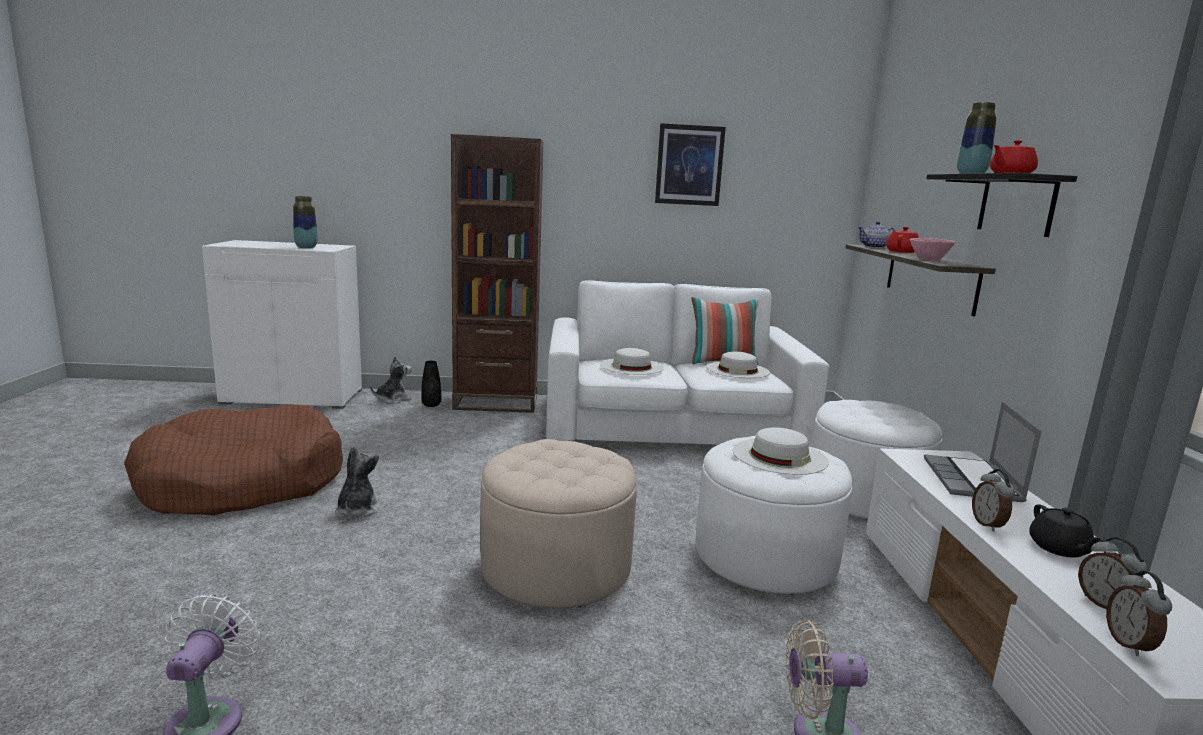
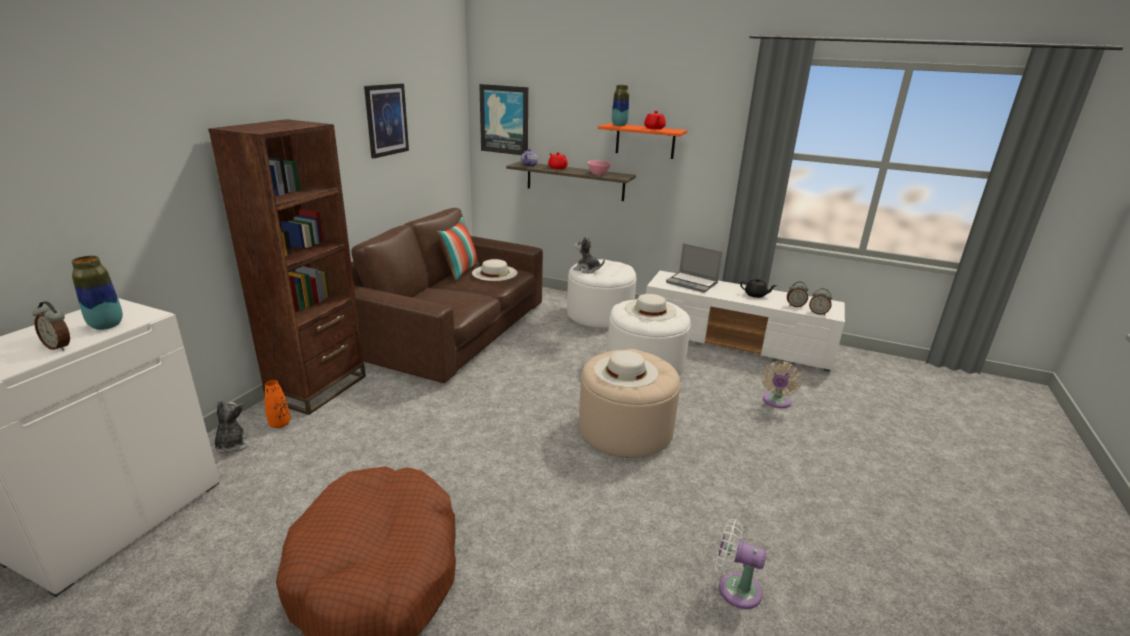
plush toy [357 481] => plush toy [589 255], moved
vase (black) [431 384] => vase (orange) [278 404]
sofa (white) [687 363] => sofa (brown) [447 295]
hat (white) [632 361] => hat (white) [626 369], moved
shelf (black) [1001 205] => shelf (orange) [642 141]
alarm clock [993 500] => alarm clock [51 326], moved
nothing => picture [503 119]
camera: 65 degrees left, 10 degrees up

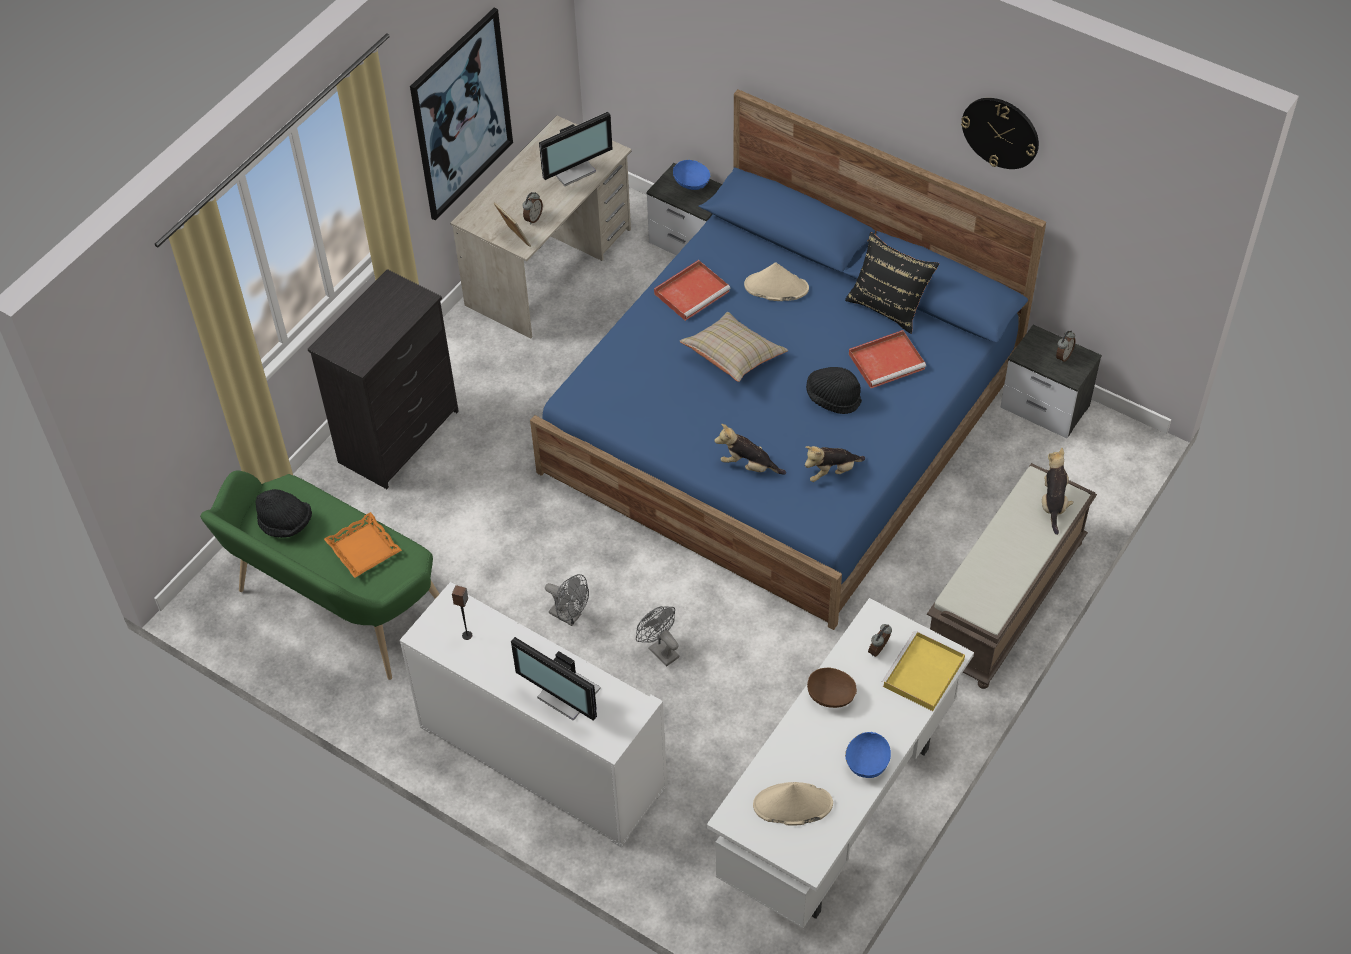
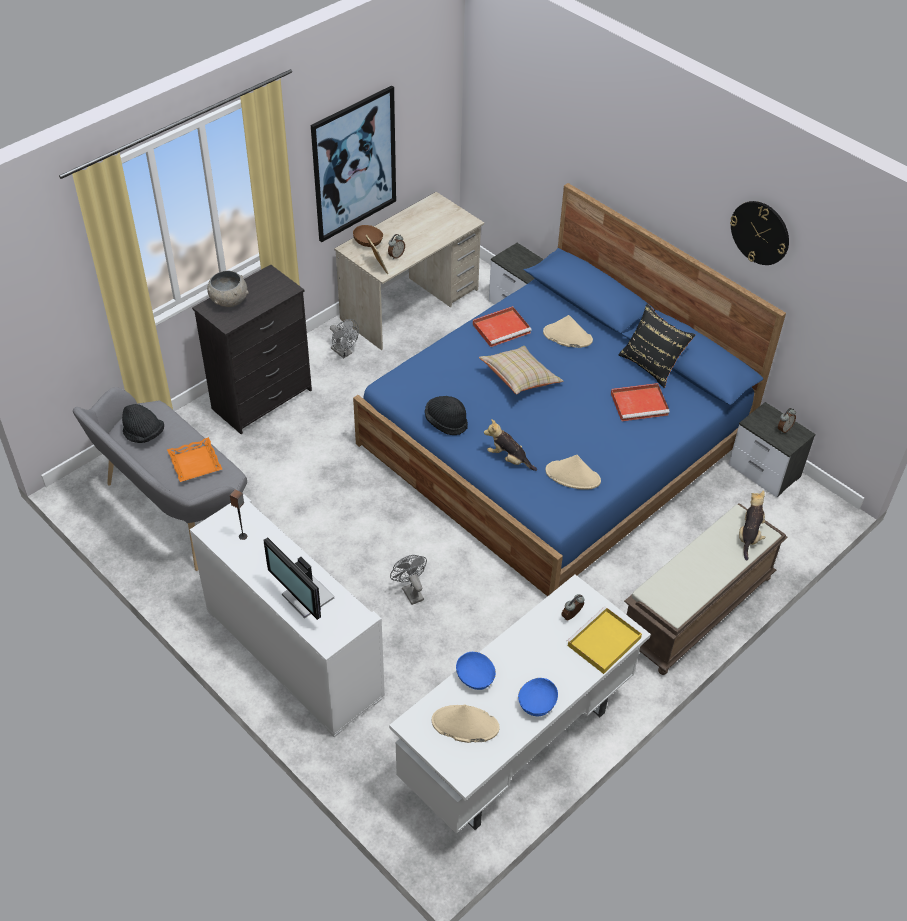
bench (green) [319 575] => bench (grey) [160 479]
monitor [576 149] => nothing
fan (grey) [567 600] => fan (grey) [344 338], moved
bowl (blue) [691 175] => bowl (blue) [476 671], moved
plush toy [835 464] => hat (beige) [573 472]
hat (black) [834 390] => hat (black) [446 415], moved
bowl (brown) [832 687] => bowl (brown) [368 236], moved
nothing => bowl (grey) [228 289]
camera: 10 degrees right, 5 degrees down

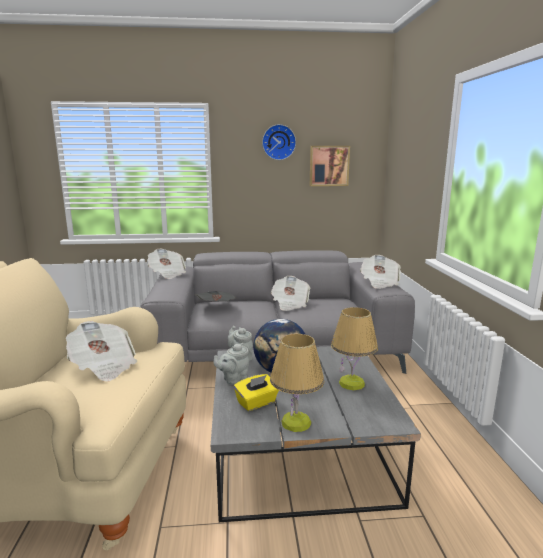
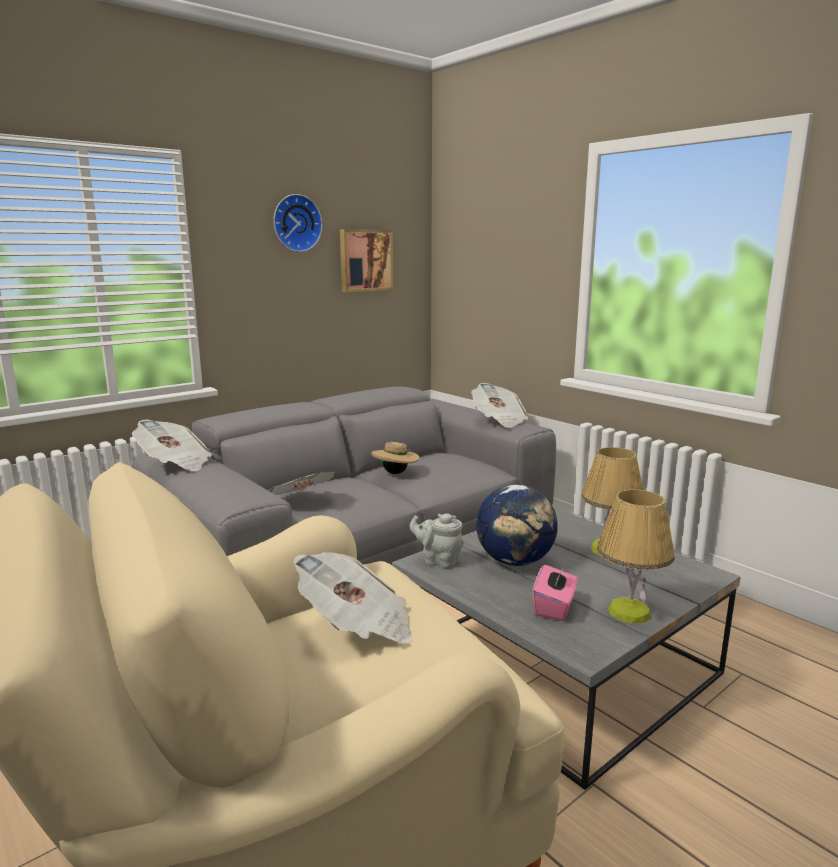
teapot (grey) [231 364] => nothing
tissue box (yellow) [256 392] => tissue box (pink) [555 593]
newspaper [290 293] => hat (beige) [395 458]
camera: 35 degrees left, 0 degrees up

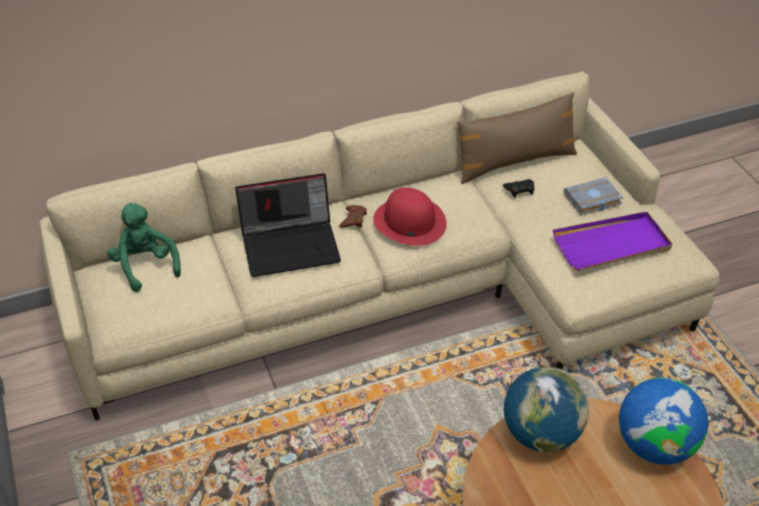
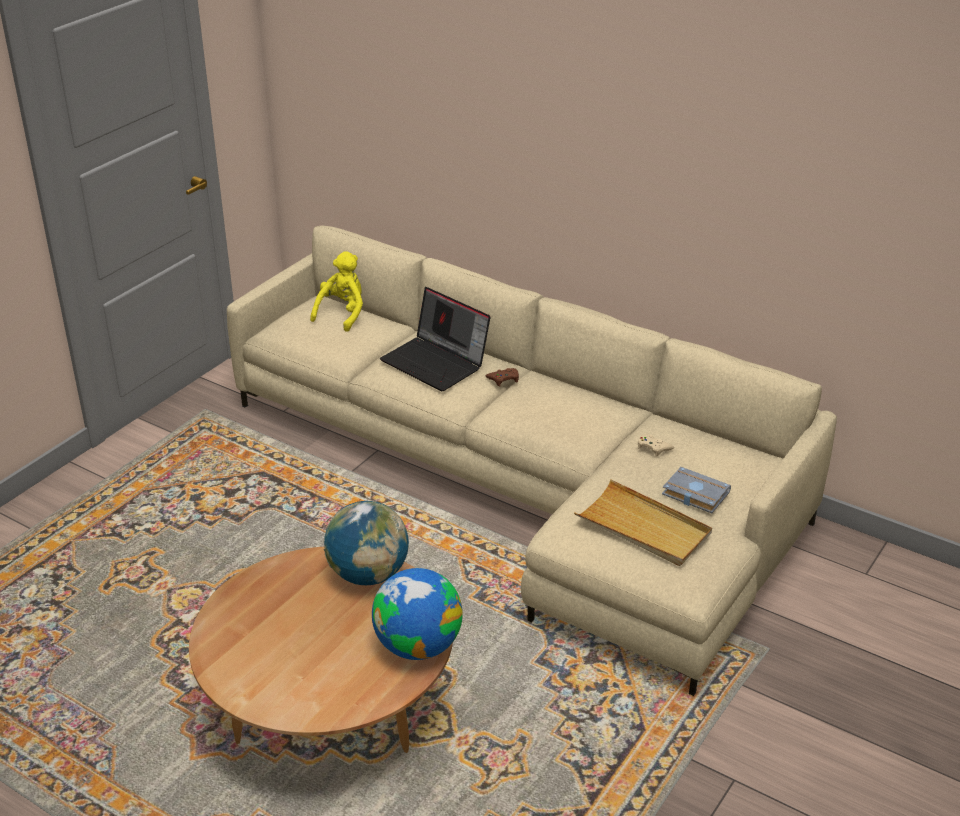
plush toy (green) [144 247] => plush toy (yellow) [336 291]
hat (red) [410 216] => nothing
pillow (brown) [517 138] => nothing
game controller (black) [518 188] => game controller (beige) [656 445]
tray (purple) [612 241] => tray (beige) [643 522]
camera: 55 degrees right, 10 degrees down

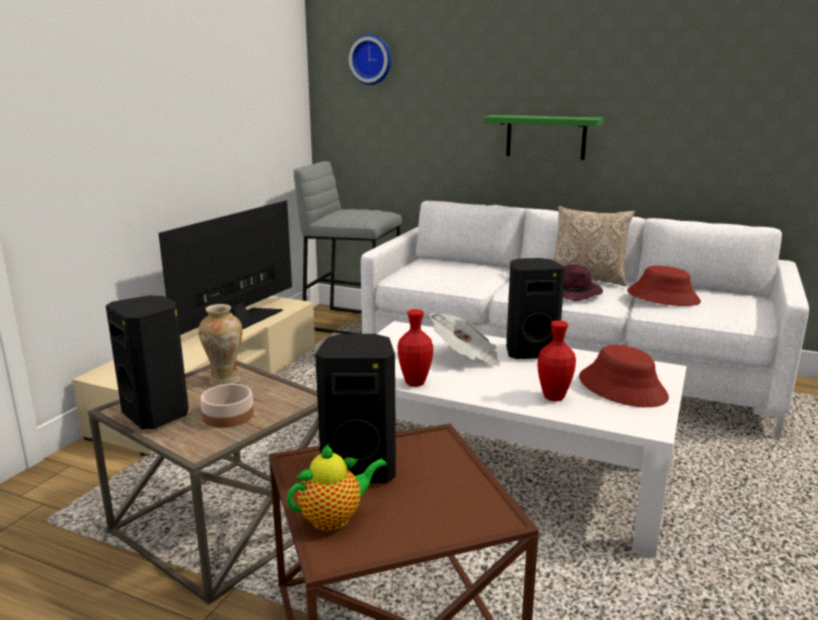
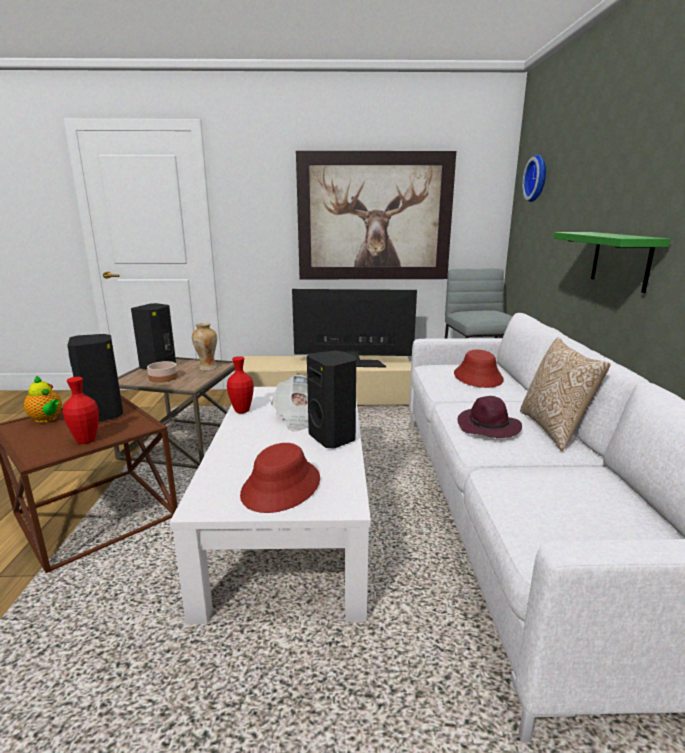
vase (red) [556 360] => vase (red) [81 410], moved
hat (red) [664 286] => hat (red) [479 369], moved
nothing => picture [376 215]
camera: 65 degrees right, 0 degrees up

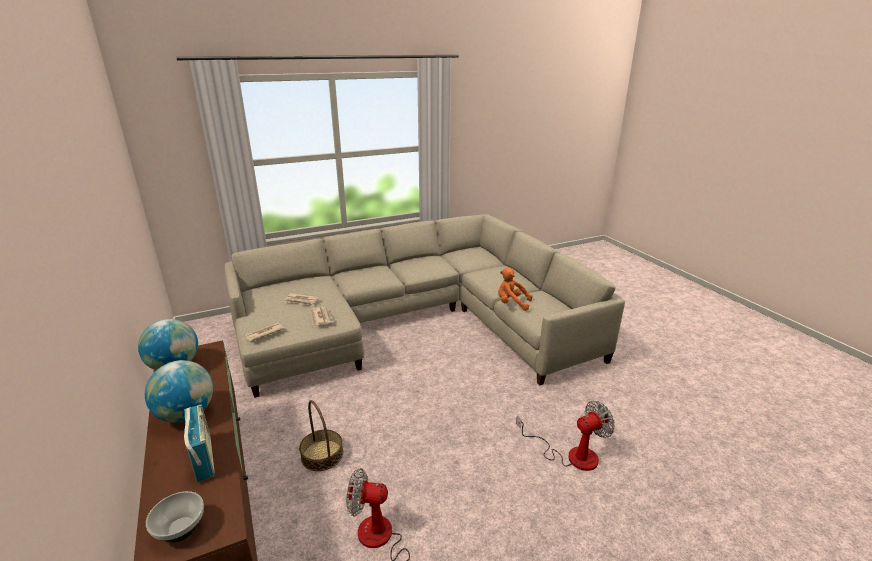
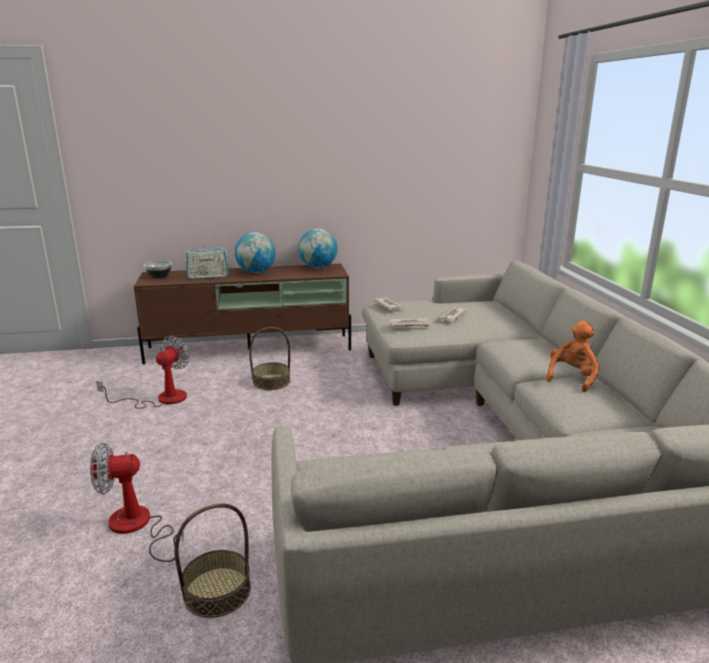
plush toy (orange) [515 289] => plush toy (orange) [572 356], moved
fan [565 436] => fan [137 502], 90 degrees clockwise
nothing => basket [212 560]
camera: 105 degrees right, 5 degrees down

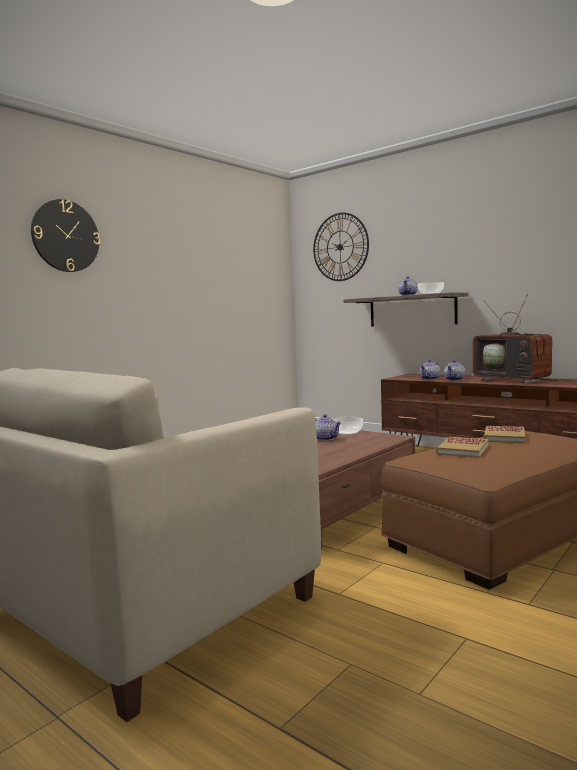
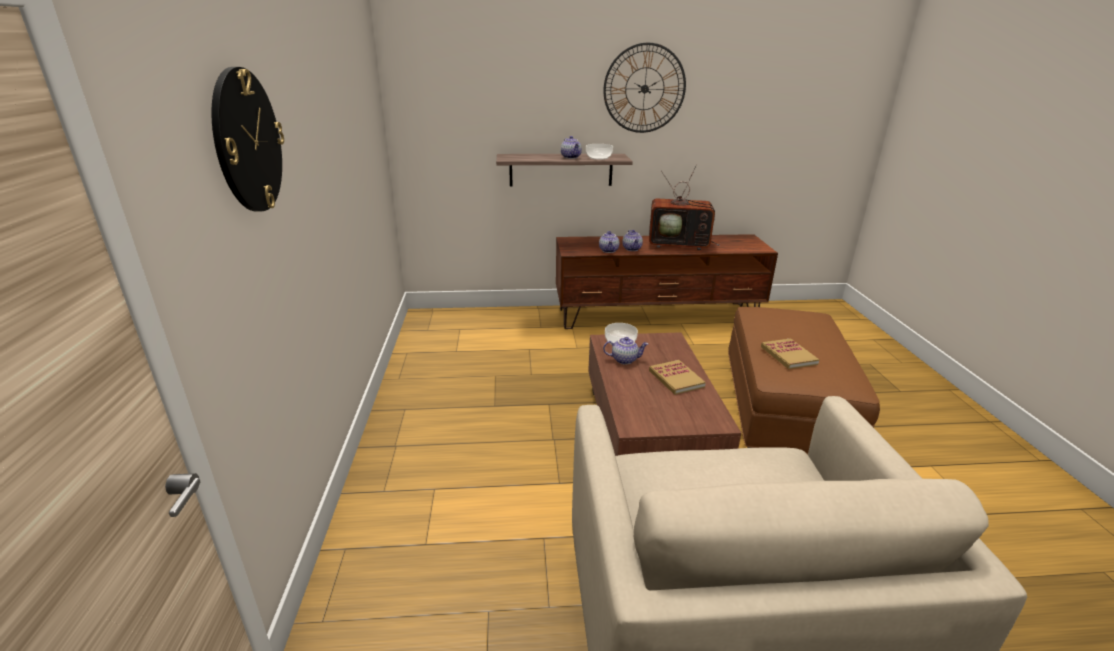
wall clock [341 246] => wall clock [645 88], moved
book [504 434] => book [677 377], moved
camera: 45 degrees left, 20 degrees up

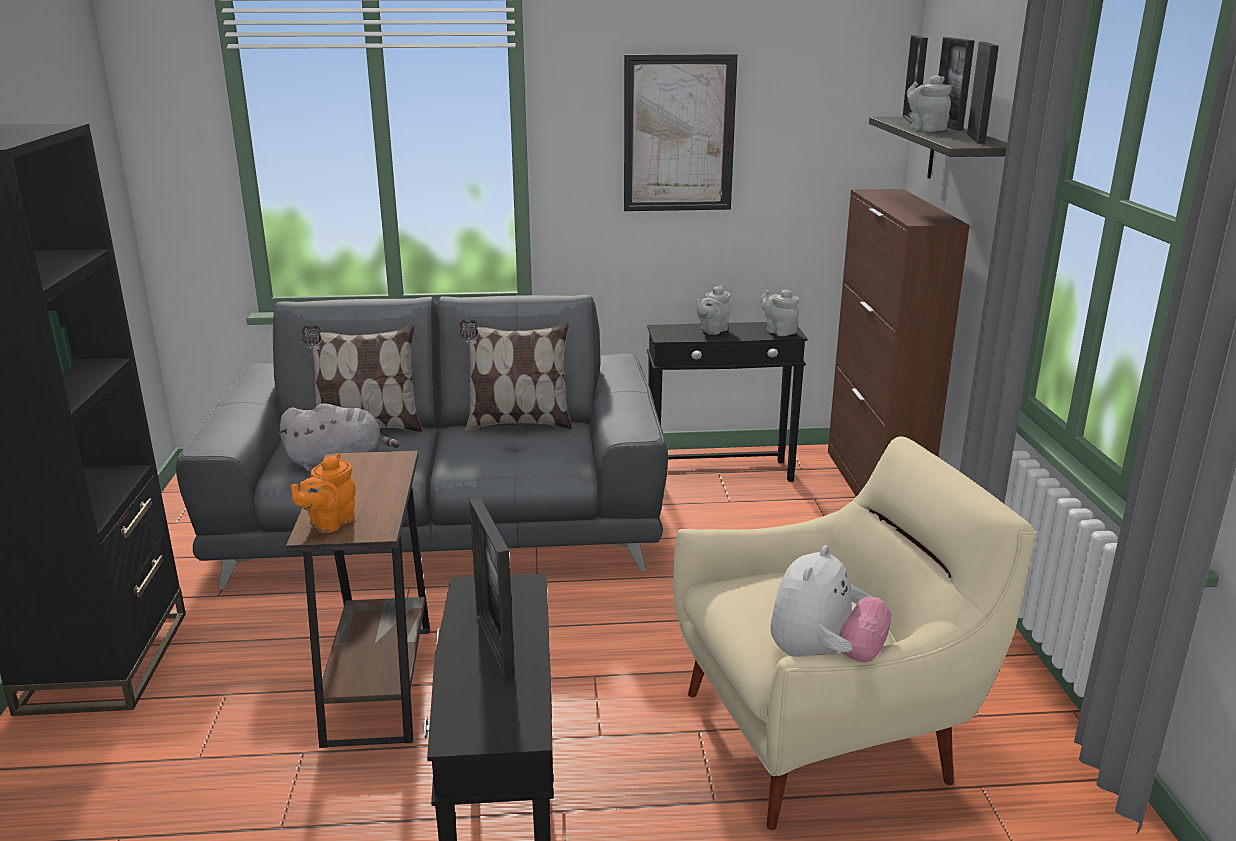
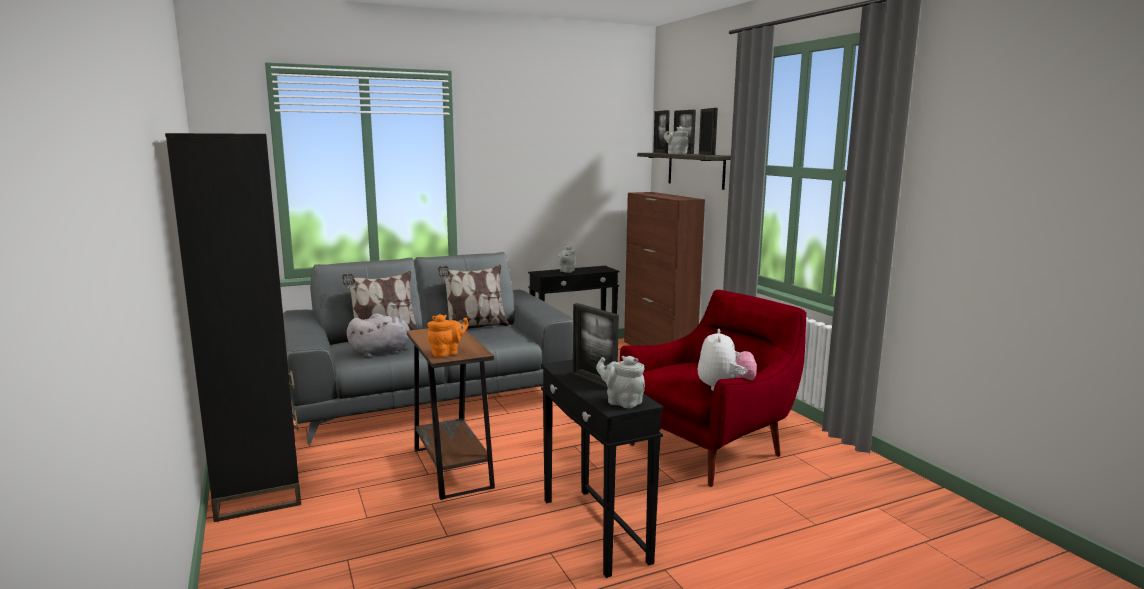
teapot (orange) [323 493] => teapot (orange) [447 335], 135 degrees counterclockwise
picture [681 132] => nothing
armchair (beige) [855 633] => armchair (red) [713 388]
teapot (grey) [780 312] => teapot (grey) [620 382], moved
camera: 20 degrees left, 10 degrees down

